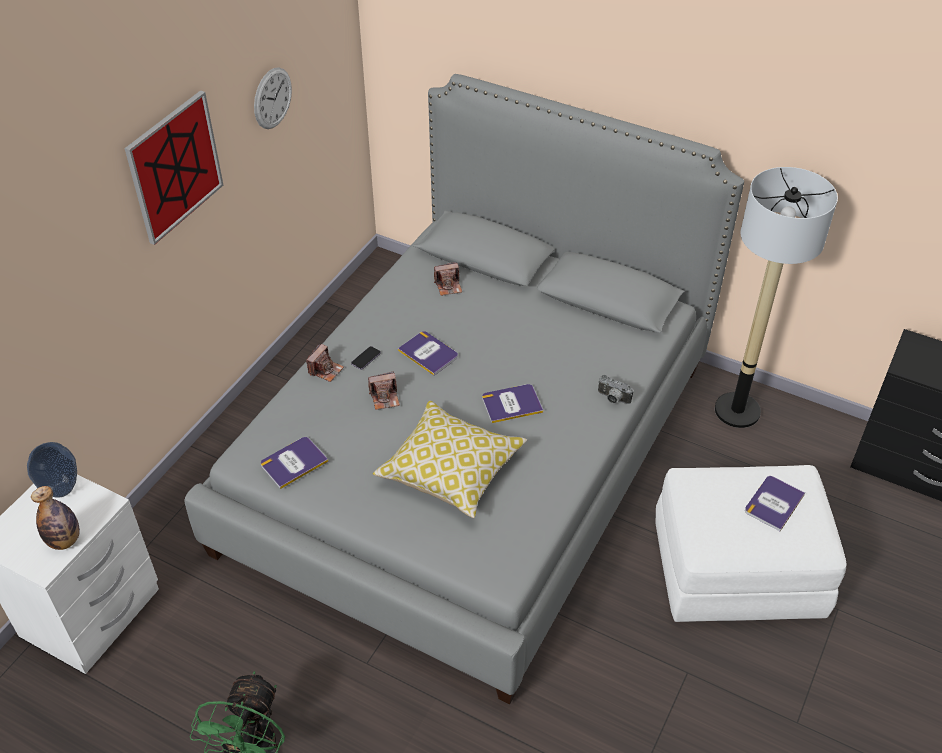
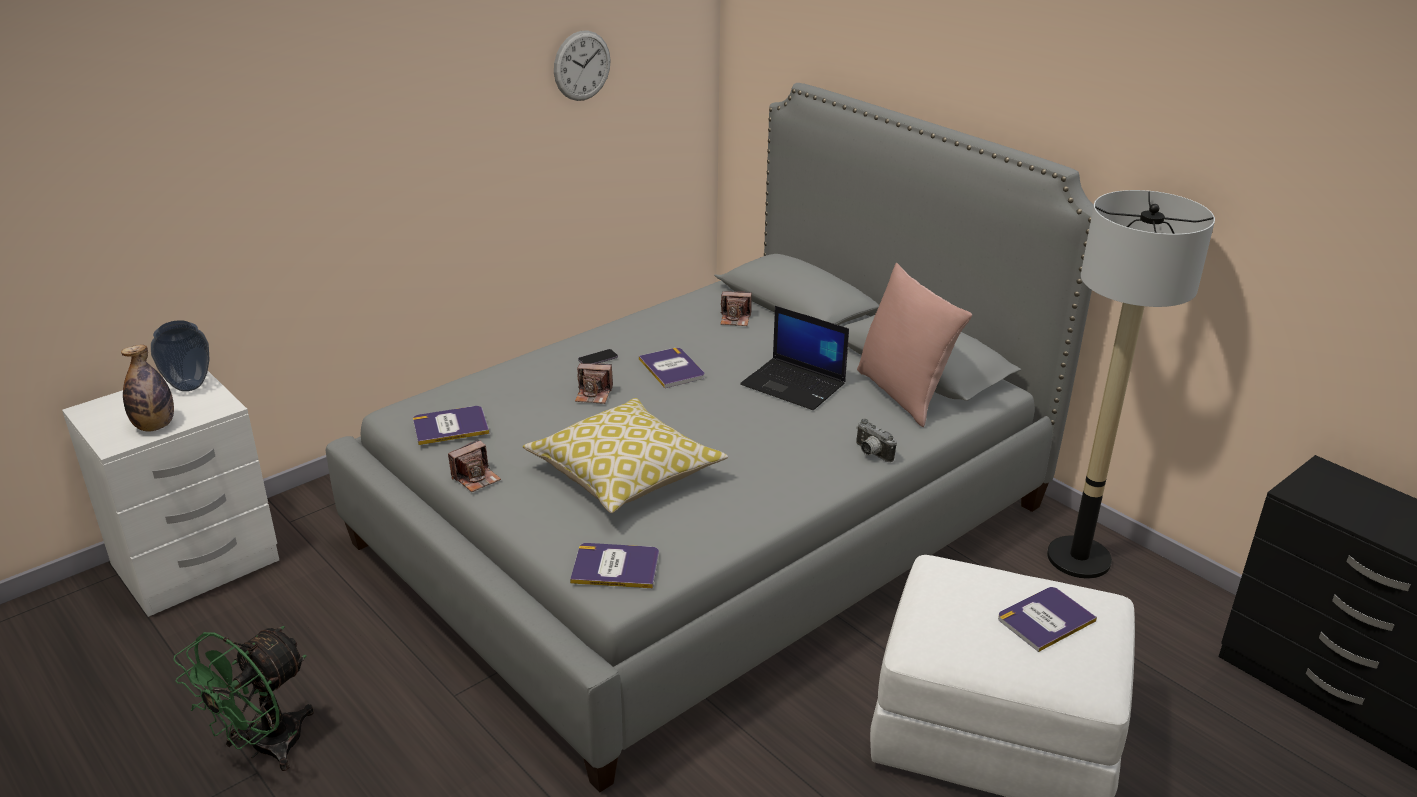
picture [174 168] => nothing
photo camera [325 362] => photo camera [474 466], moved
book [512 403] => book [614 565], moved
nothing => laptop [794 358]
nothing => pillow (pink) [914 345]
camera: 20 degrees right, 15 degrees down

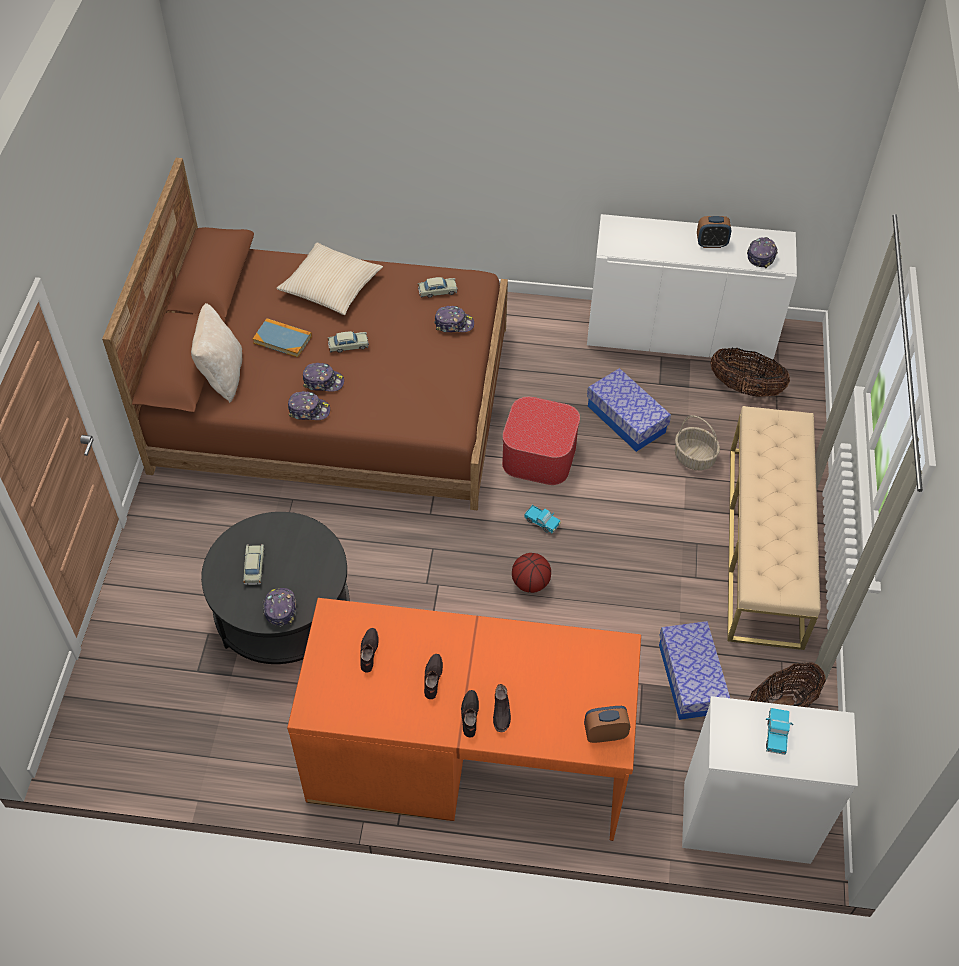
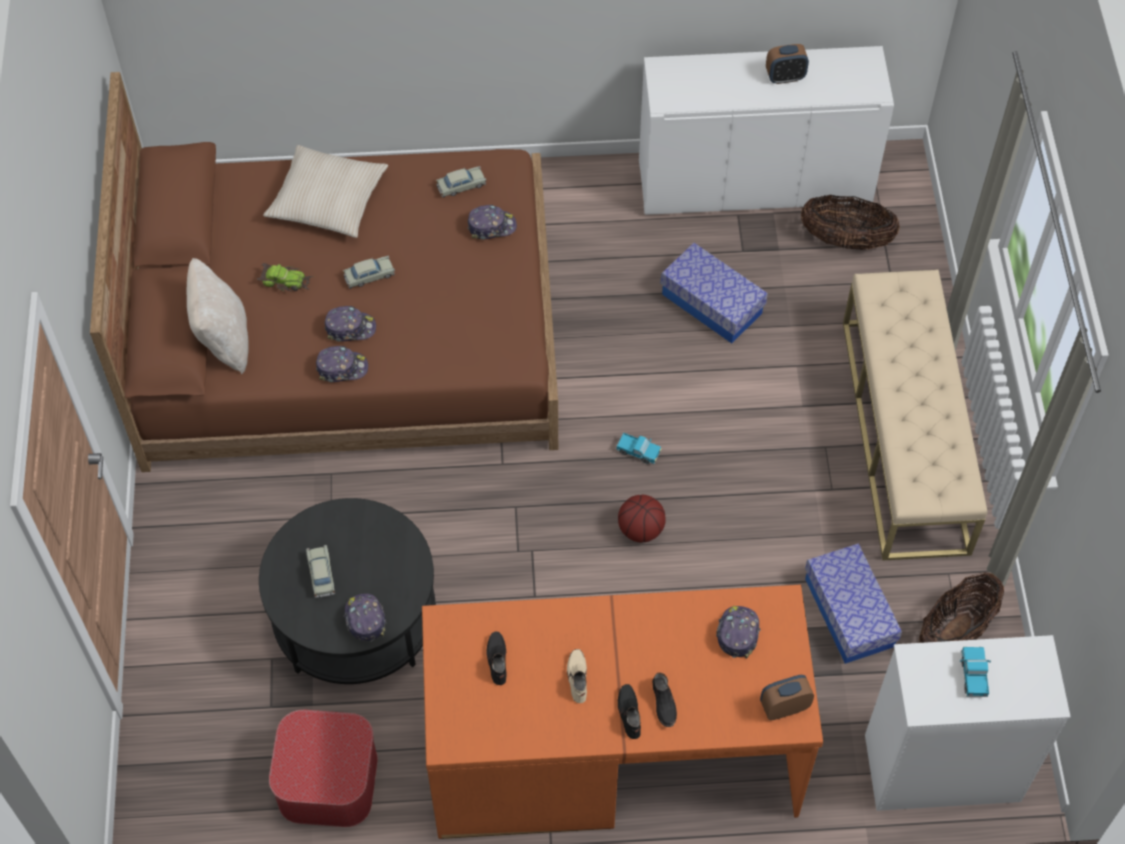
book [282 337] => toy car [285 277]
shoe (black) [433 676] => shoe (beige) [577 676]
ottoman [541 441] => ottoman [323 768], moved
basket [697 442] => nothing
cap [762 253] => cap [738 632], moved
camera: 10 degrees left, 5 degrees up

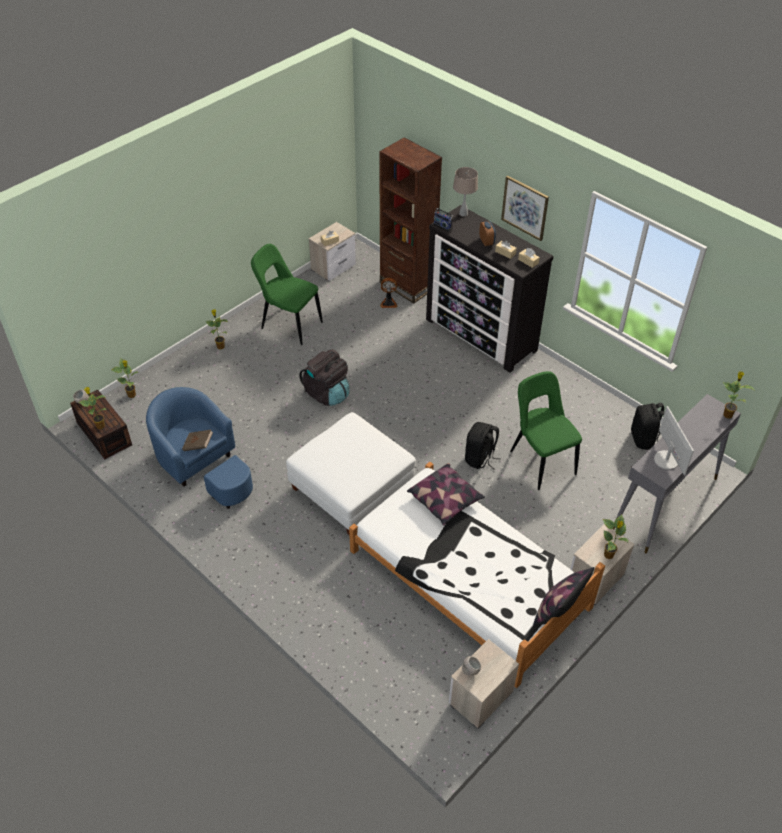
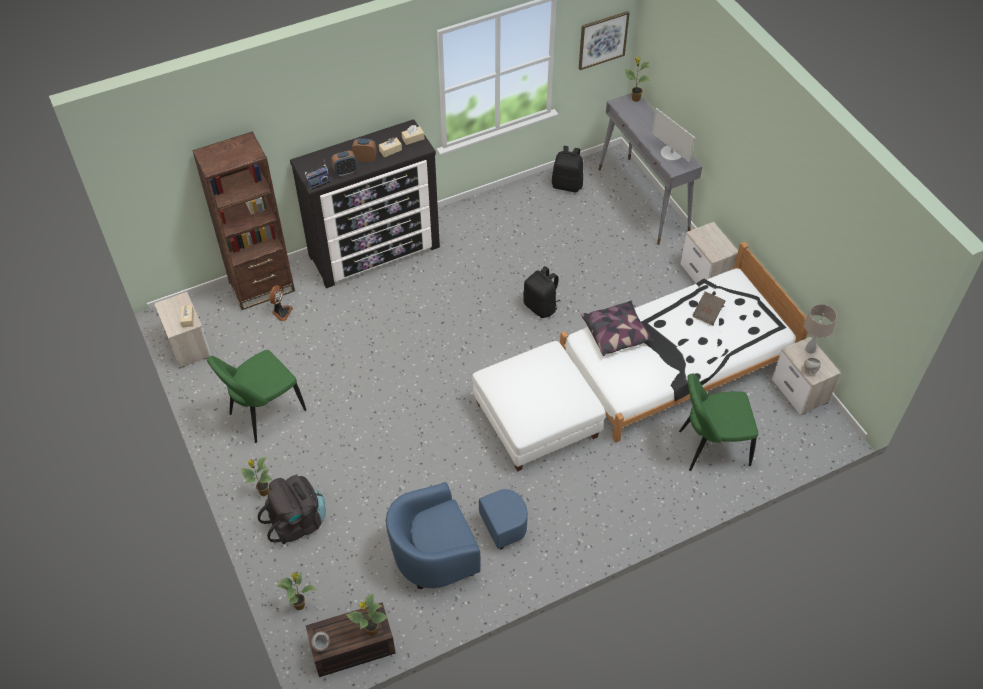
book (brown) [197 440] => book (brown) [709 308], moved
backpack (black) [324 377] => backpack (black) [292 509], moved
table lamp (beige) [465 192] => table lamp (beige) [820 328], moved
picture [525 208] => picture [604 40], moved
chair (green) [546 430] => chair (green) [718 422], moved
pillow [564 596] => nothing
potted plant [616 537] => nothing
monitor [674 440] => monitor [673 135], 135 degrees counterclockwise
nothing => alarm clock [344 164]
camera: 70 degrees left, 5 degrees up

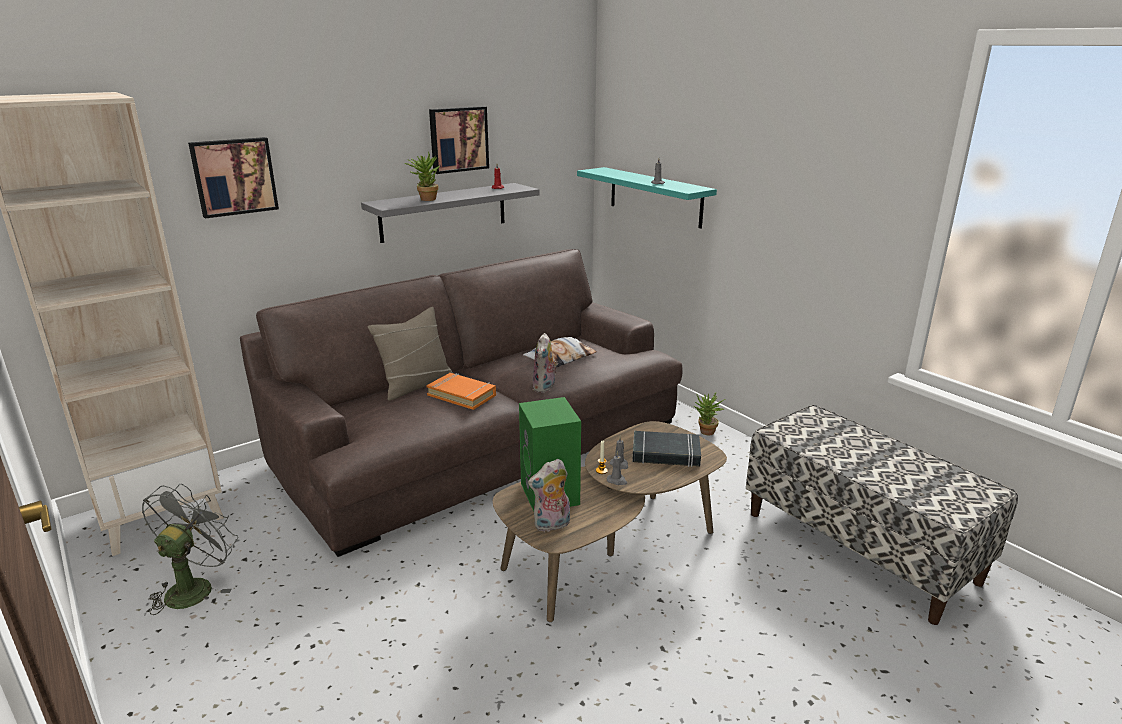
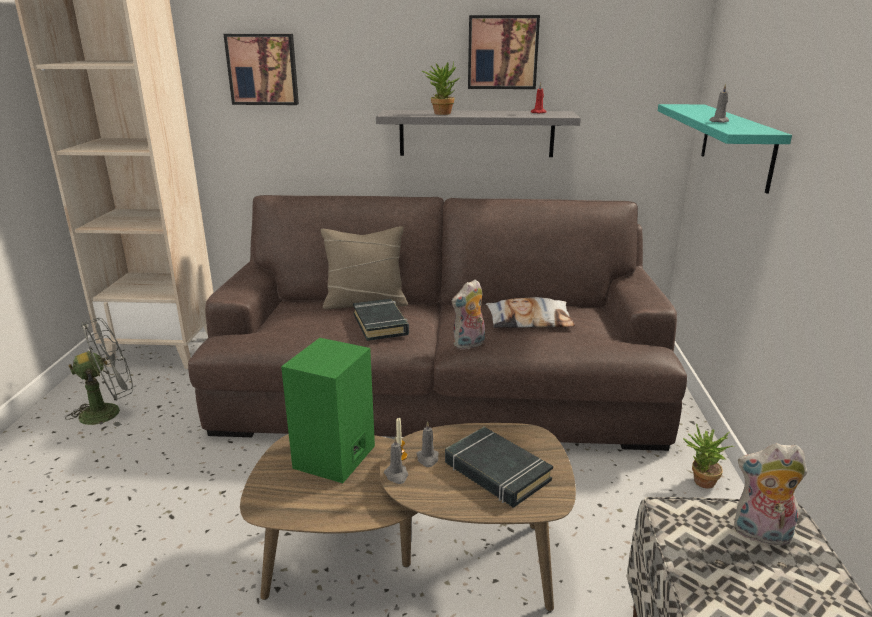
book (orange) [461 391] => book (black) [381 320]
plush toy [549 495] => plush toy [770 494], moved
camera: 40 degrees right, 0 degrees up

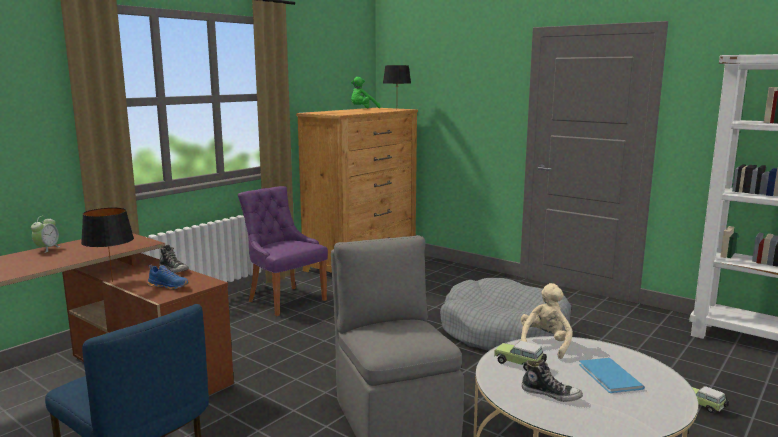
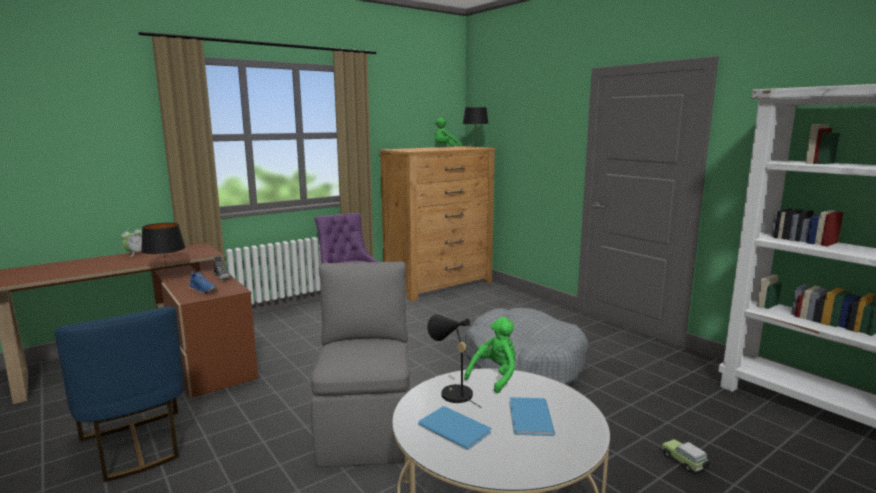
toy car [520 356] => table lamp (black) [454 361]
plush toy (beige) [547 321] => plush toy (green) [489 355]
shoe [552 381] => book (blue) [455 428]
camera: 15 degrees right, 0 degrees up

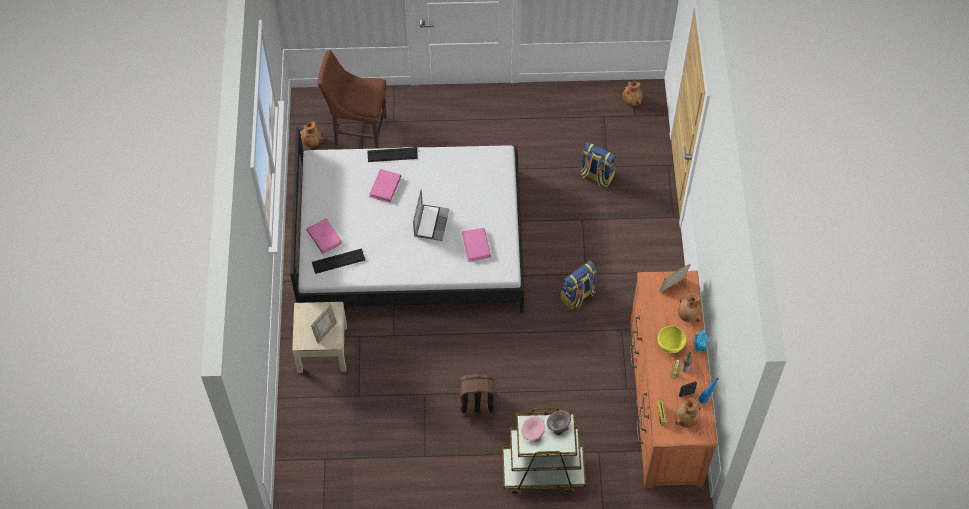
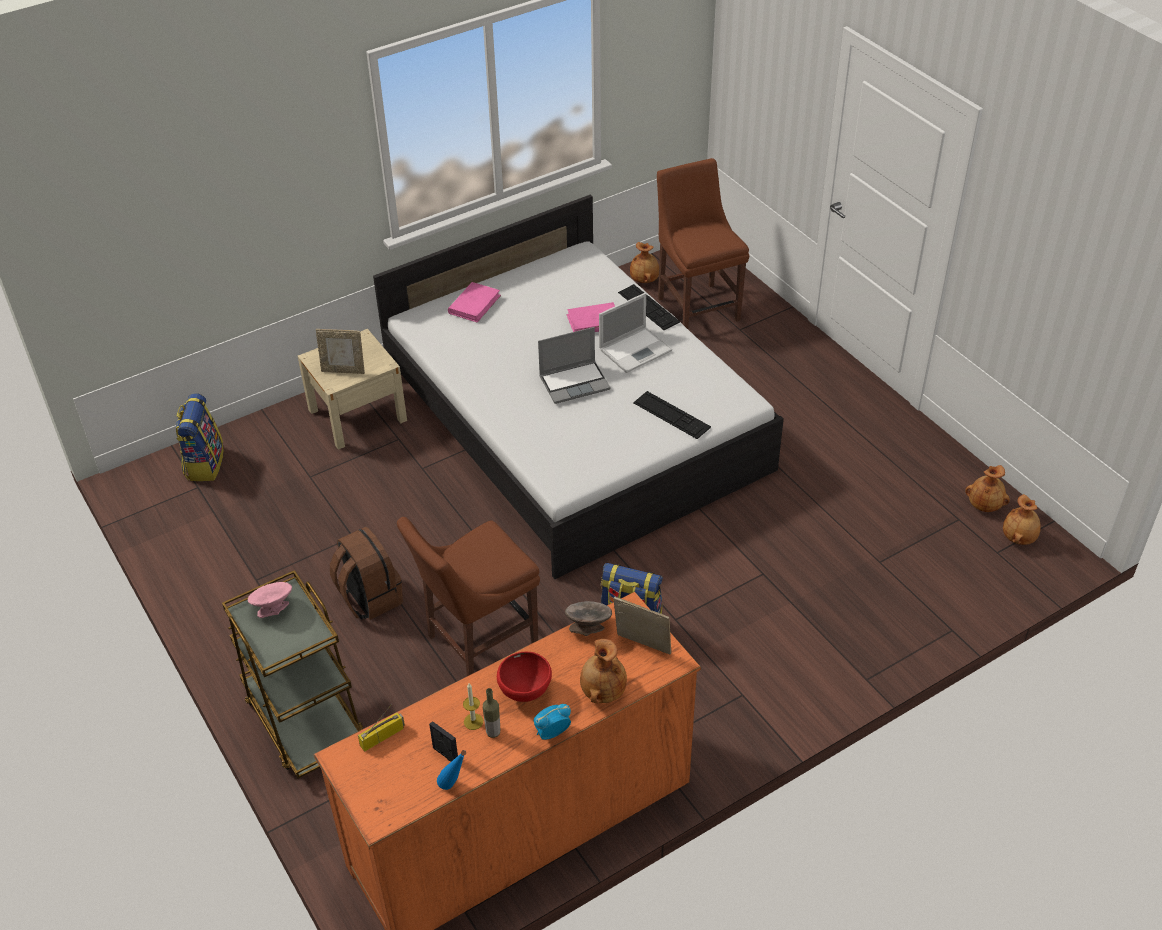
keyboard [338 261] => keyboard [672 415], moved
book (pink) [476 245] => nothing
bowl (grey) [559 422] => bowl (grey) [588 618], moved
backpack [598 164] => backpack [200 437], moved
bowl (yellow) [672 339] => bowl (red) [524 677]
vase (brown) [688 412] => vase (brown) [987 488], moved
nothing => chair (brown) [468 596]
nothing => laptop [635 333]
camera: 60 degrees right, 15 degrees down

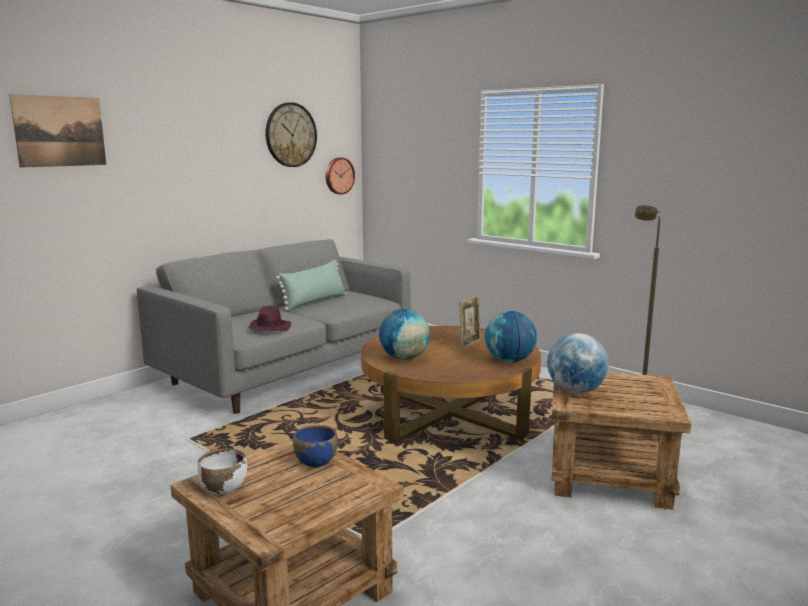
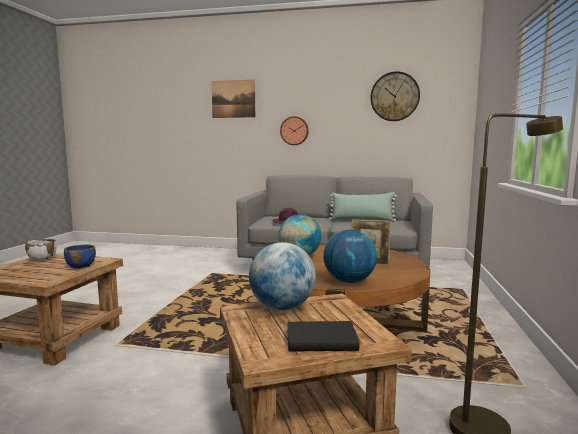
wall clock [340 176] => wall clock [294 130], moved
nothing => book (black) [323 336]
camera: 60 degrees right, 5 degrees down

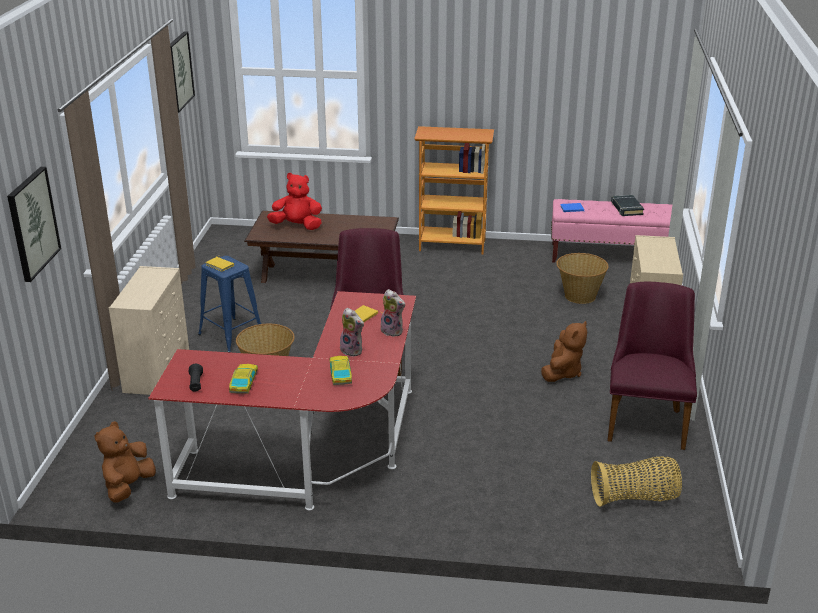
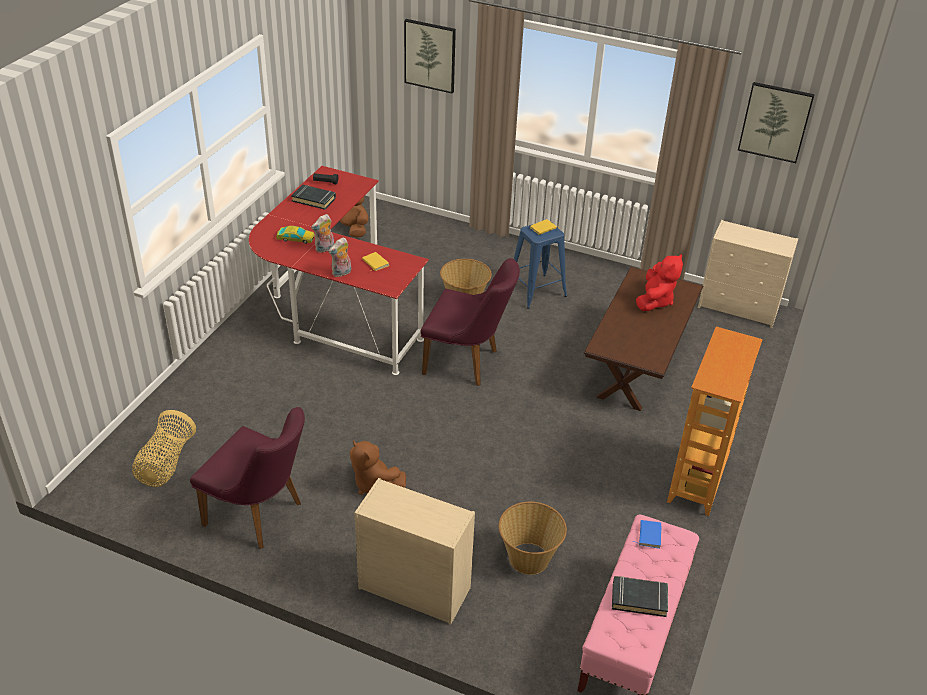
dresser (beige) [149 330] => dresser (beige) [748 274], moved
toy car [243 379] => book (black) [313 197]
camera: 105 degrees right, 10 degrees up

